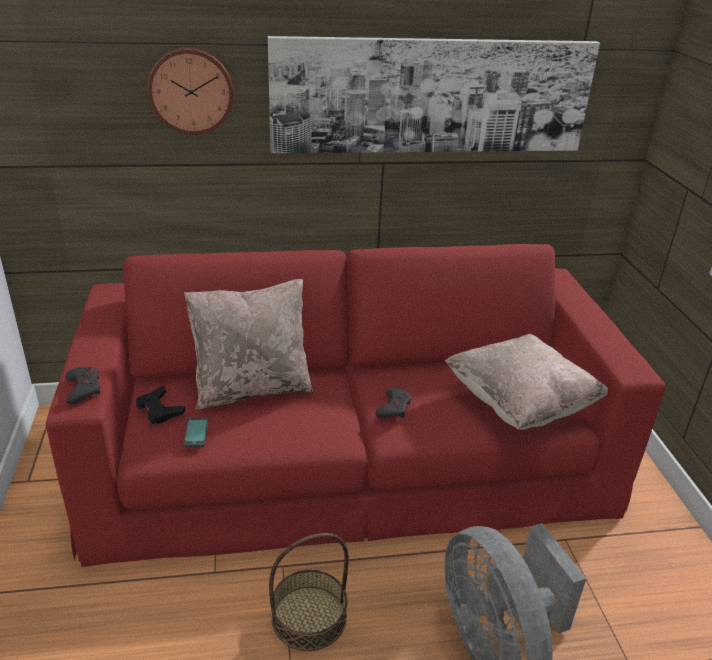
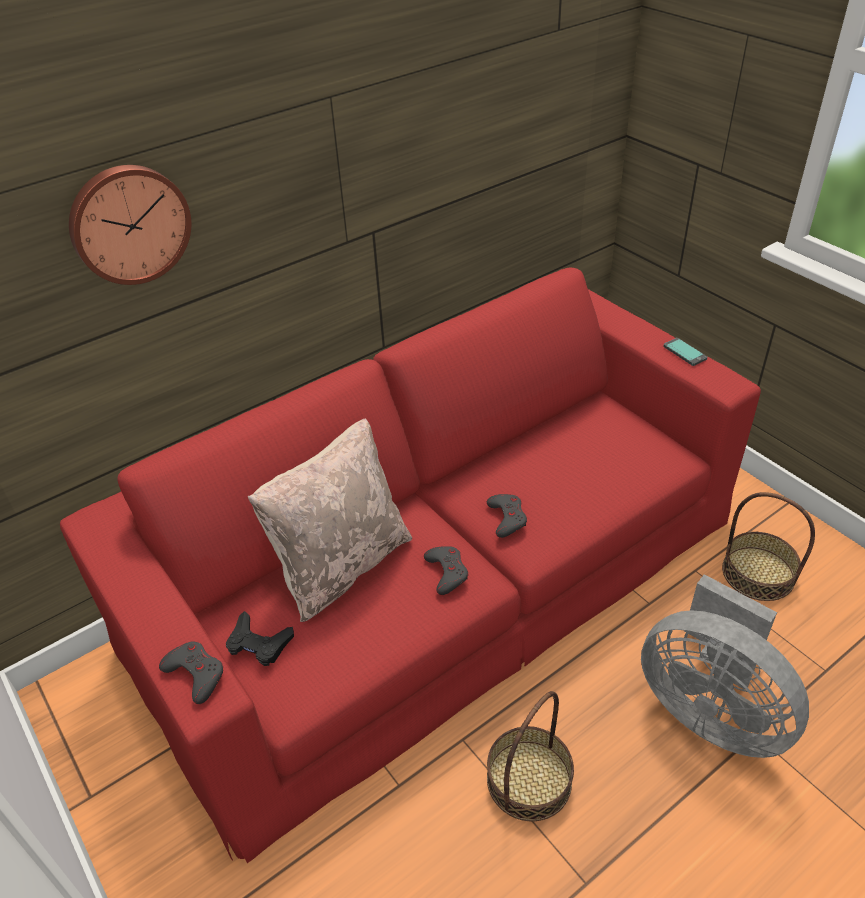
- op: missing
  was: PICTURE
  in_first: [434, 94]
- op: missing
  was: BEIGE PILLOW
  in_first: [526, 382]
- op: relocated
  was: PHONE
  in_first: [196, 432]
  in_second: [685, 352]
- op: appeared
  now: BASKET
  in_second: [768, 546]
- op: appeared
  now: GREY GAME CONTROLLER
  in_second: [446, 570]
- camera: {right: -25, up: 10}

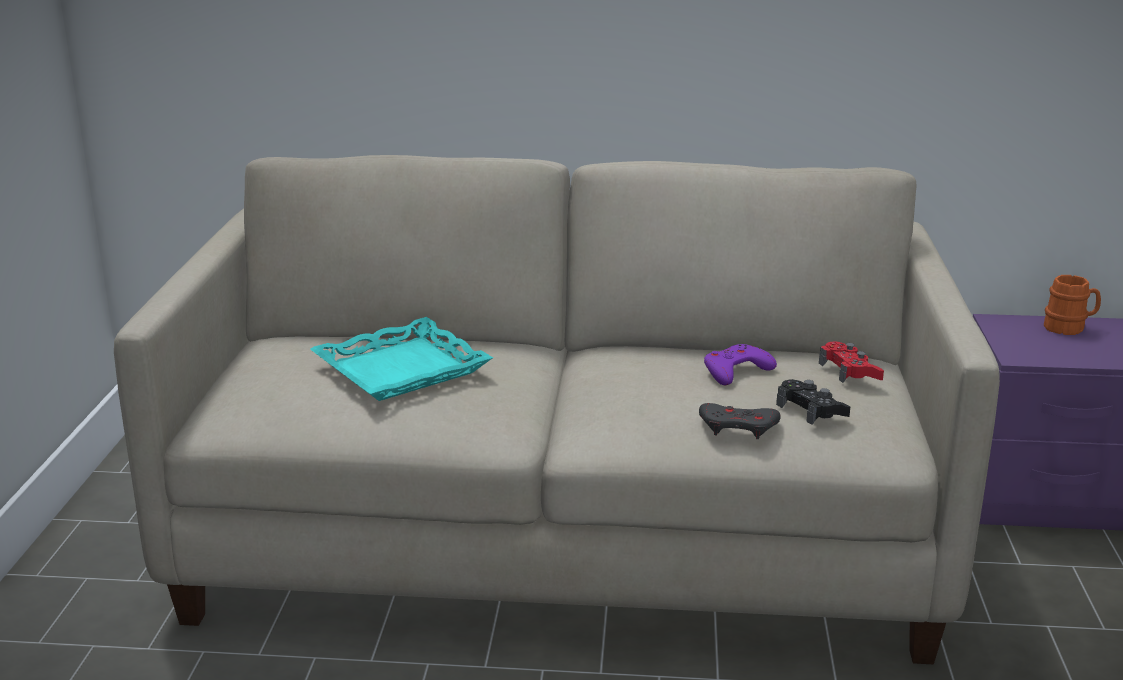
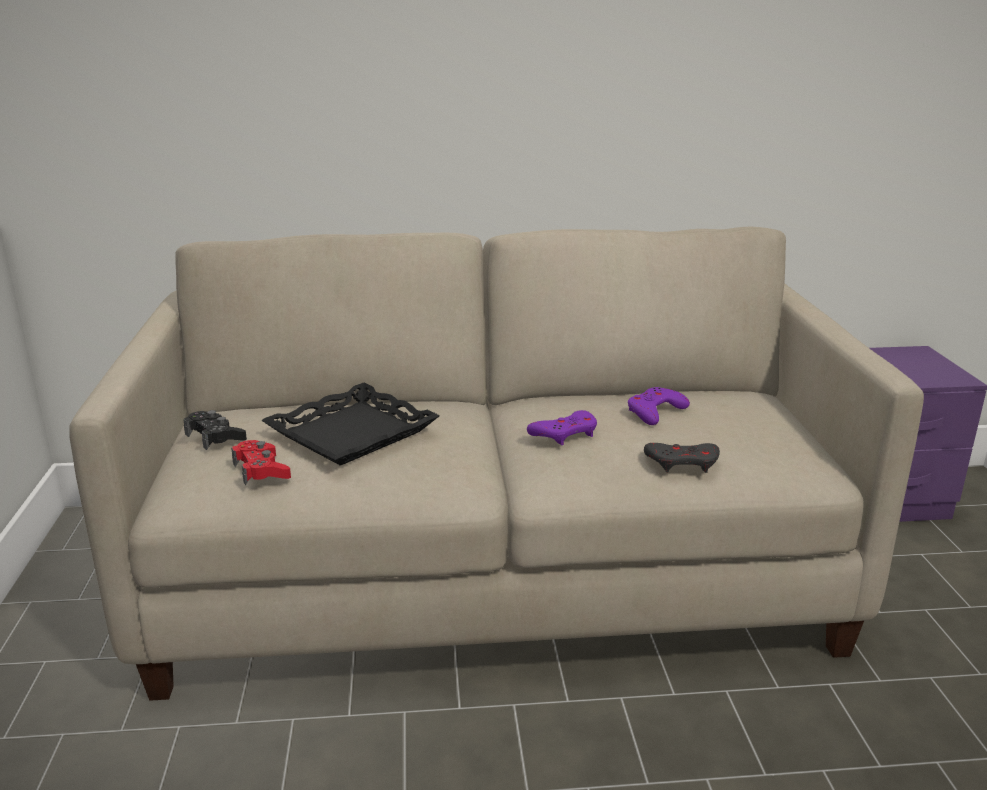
- op: missing
  was: ORANGE MUG
  in_first: [1072, 305]
- op: colour
  was: TURQUOISE TRAY
  now: BLACK TRAY
  in_first: [401, 359]
  in_second: [350, 424]
- op: relocated
  was: RED GAME CONTROLLER
  in_first: [851, 362]
  in_second: [261, 462]
- op: relocated
  was: BLACK GAME CONTROLLER
  in_first: [813, 402]
  in_second: [215, 430]
- op: appeared
  now: PURPLE GAME CONTROLLER
  in_second: [562, 427]
- camera: {right: -10, up: 0}

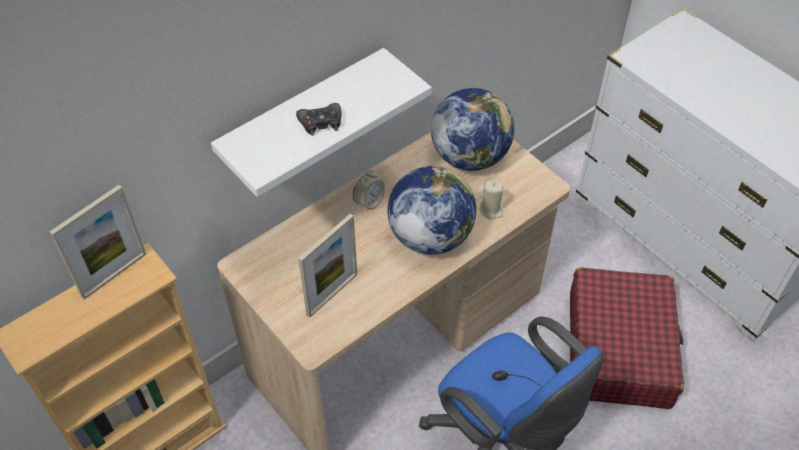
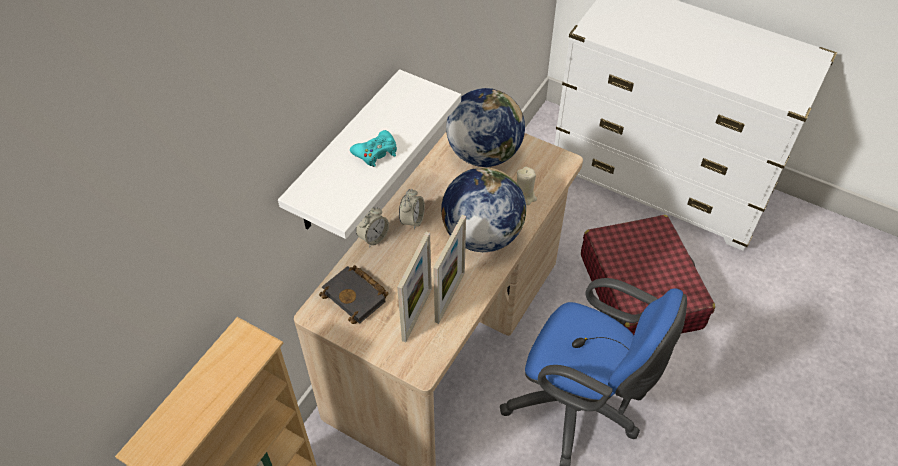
- op: colour
  was: BLACK GAME CONTROLLER
  now: TURQUOISE GAME CONTROLLER
  in_first: [318, 119]
  in_second: [373, 148]
- op: relocated
  was: PICTURE FRAME
  in_first: [97, 242]
  in_second: [449, 269]
- op: appeared
  now: ALARM CLOCK
  in_second: [372, 226]
- op: appeared
  now: BLACK BOOK
  in_second: [353, 294]
- camera: {right: -20, up: 0}

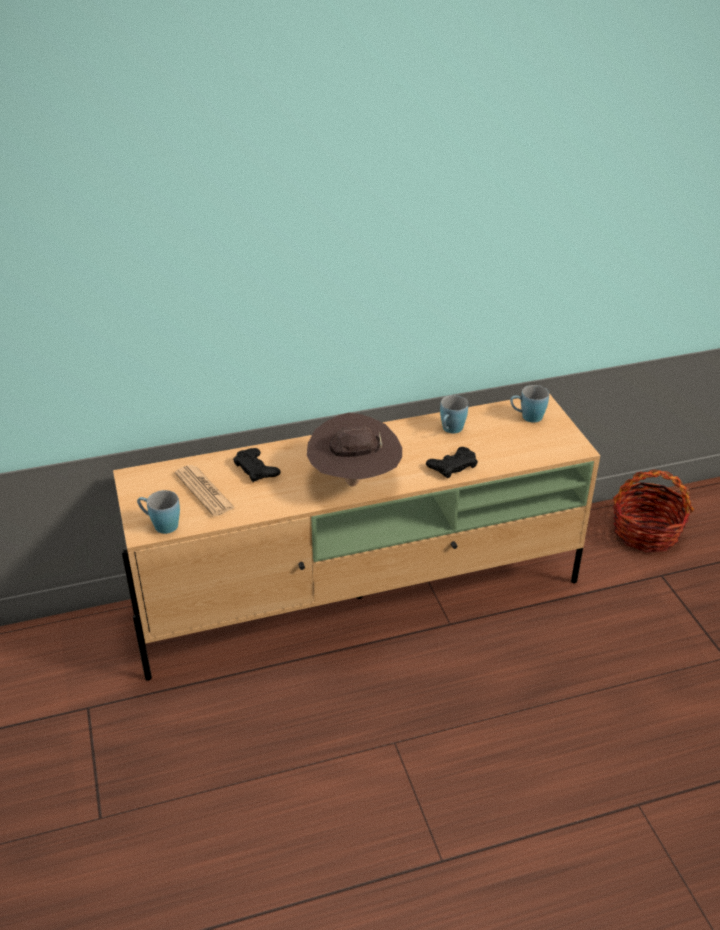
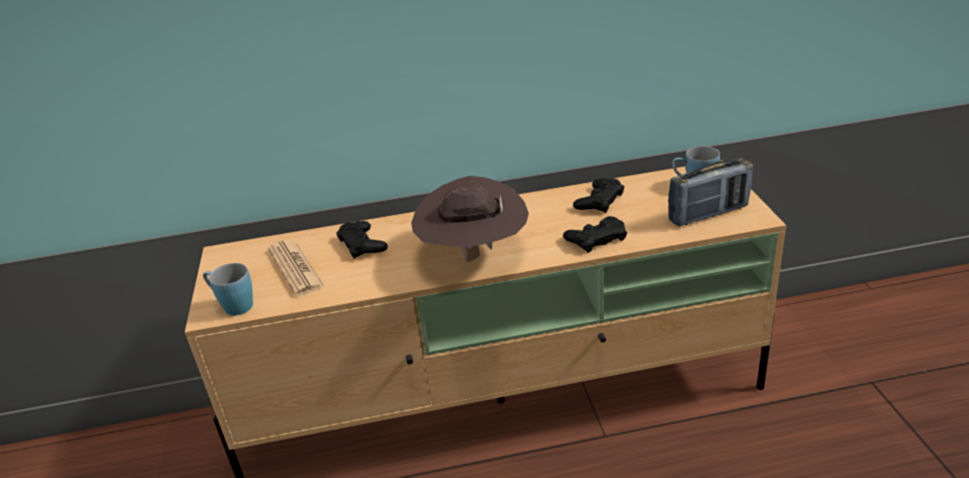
- op: exchanged
  was: BLUE MUG
  now: BLACK GAME CONTROLLER
  in_first: [454, 414]
  in_second: [598, 195]
- op: missing
  was: BASKET
  in_first: [653, 510]
- op: appeared
  now: RADIO
  in_second: [710, 192]
- camera: {right: 10, up: -5}

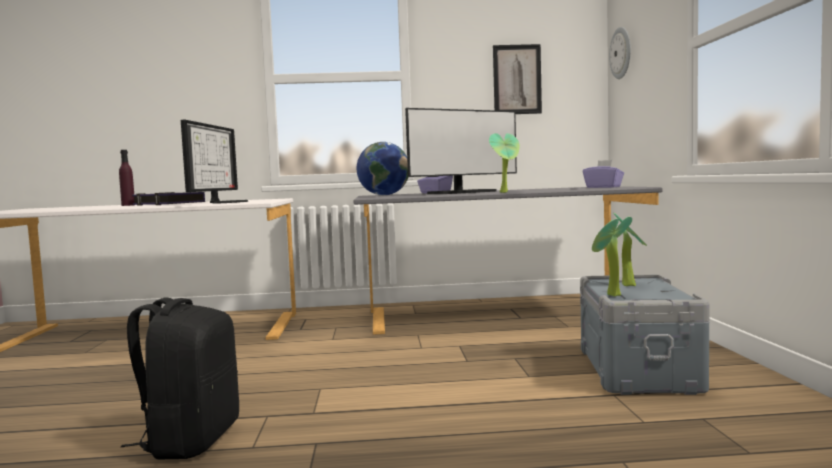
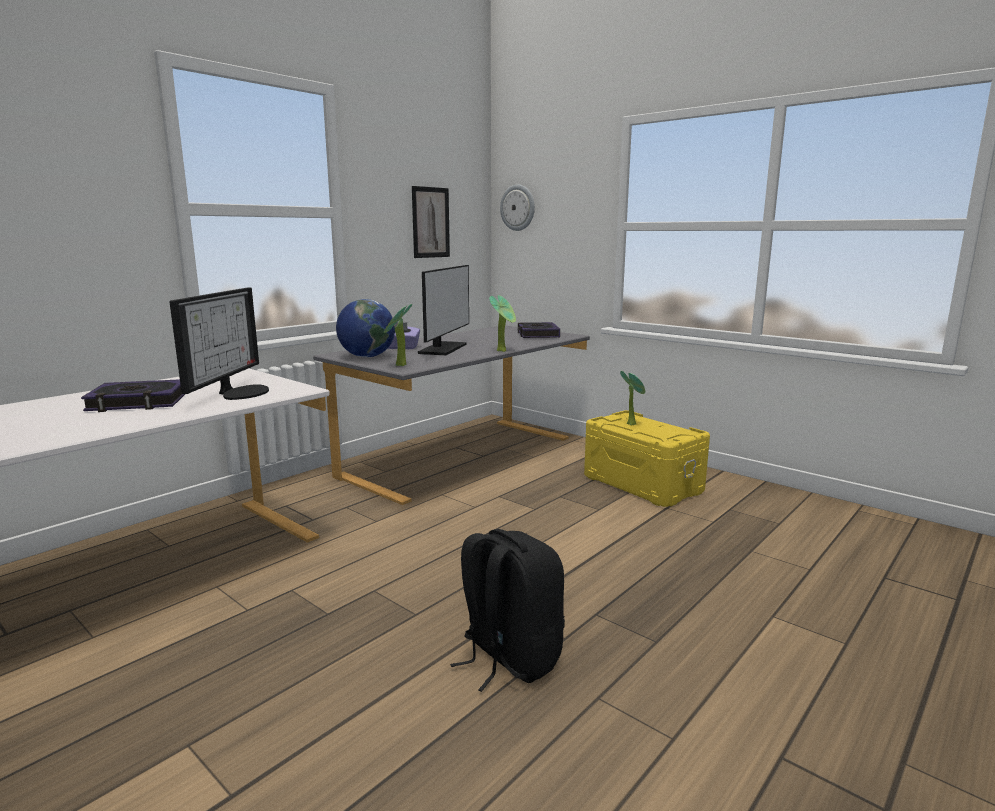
- op: spun
  was: MONITOR
  in_first: [214, 162]
  in_second: [219, 344]
  clockwise: 45
- op: missing
  was: PURPLE BOTTLE
  in_first: [127, 178]
- op: exchanged
  was: PURPLE TISSUE BOX
  now: BOOK
  in_first: [603, 174]
  in_second: [539, 330]
- op: relocated
  was: POTTED PLANT
  in_first: [612, 256]
  in_second: [398, 335]
- op: colour
  was: GREY STORAGE BOX
  now: YELLOW STORAGE BOX
  in_first: [645, 335]
  in_second: [647, 458]
- camera: {right: -45, up: 10}

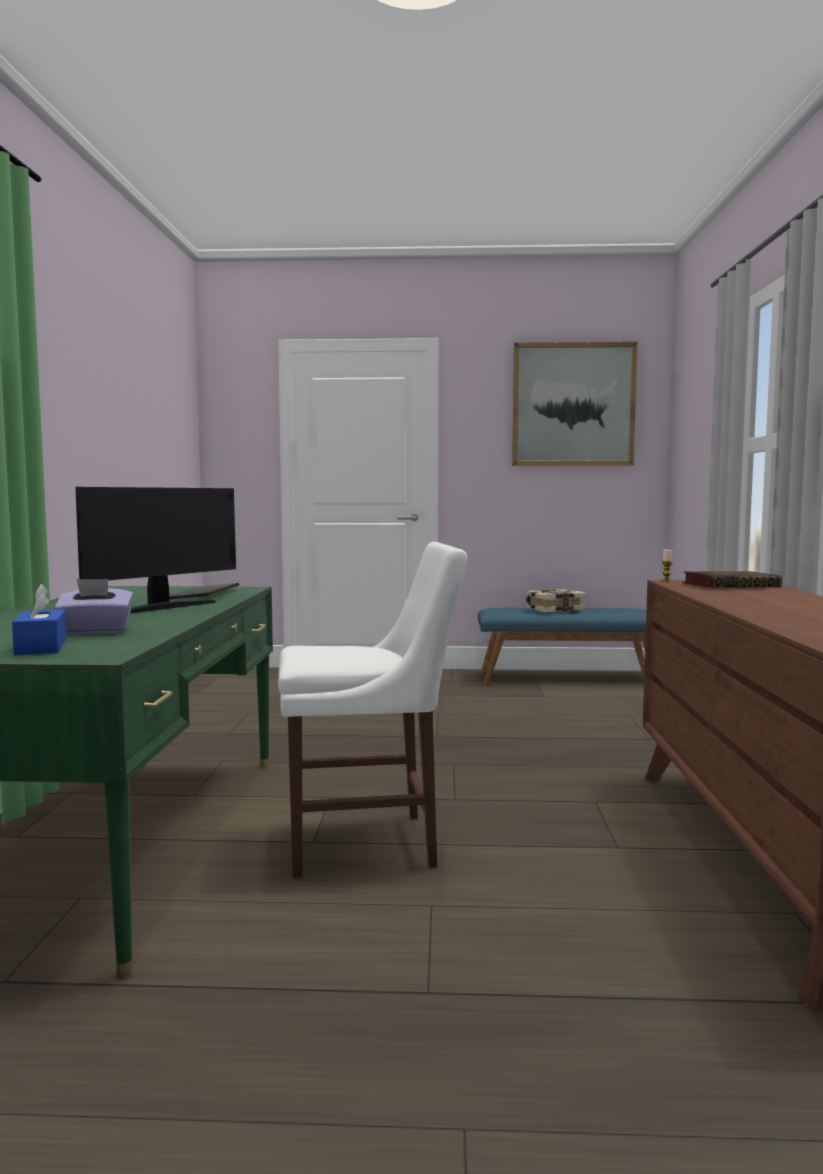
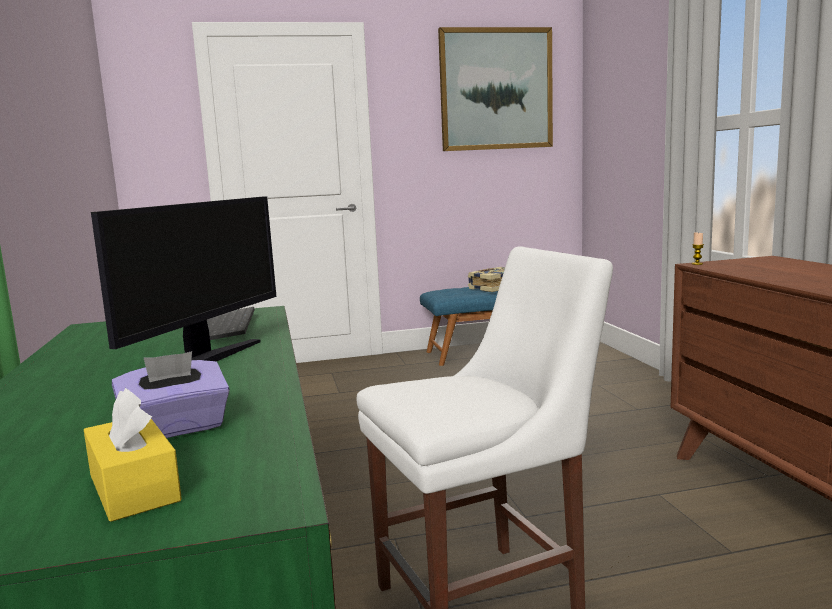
- op: missing
  was: BOOK
  in_first: [732, 579]
- op: colour
  was: BLUE TISSUE BOX
  now: YELLOW TISSUE BOX
  in_first: [39, 619]
  in_second: [133, 455]
- camera: {right: -15, up: 5}

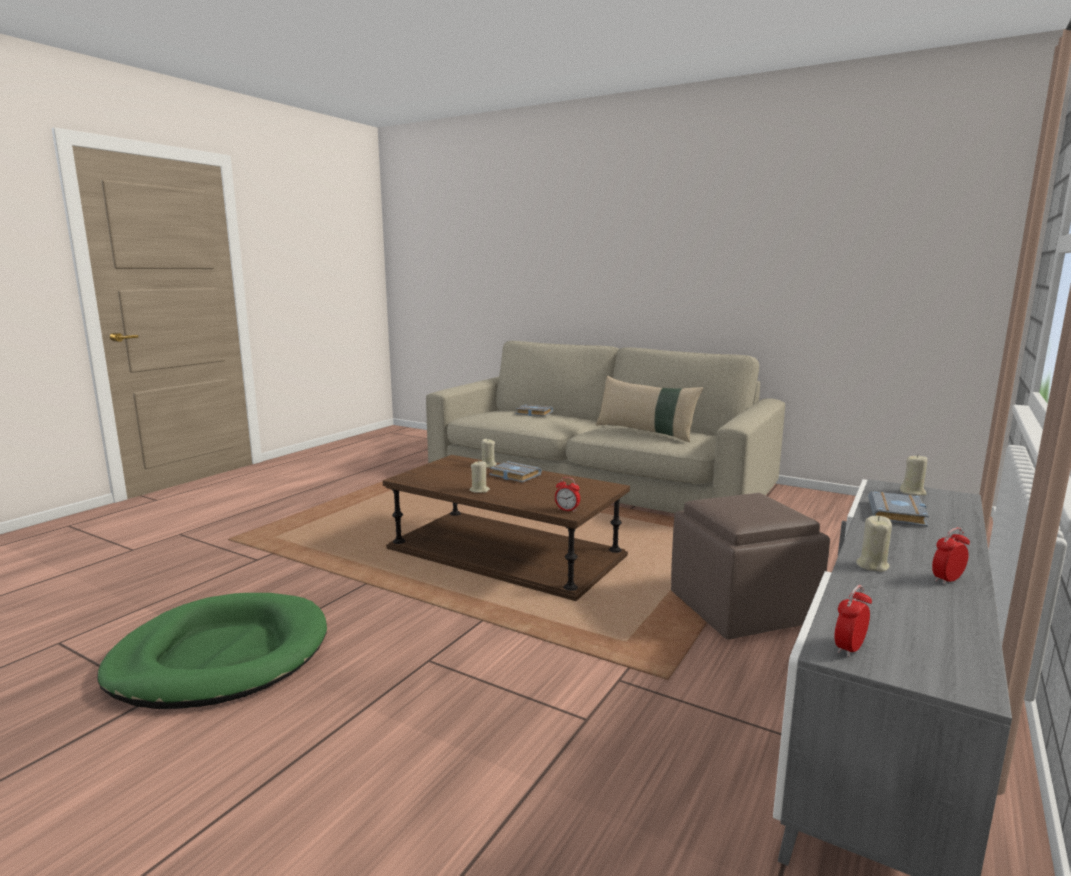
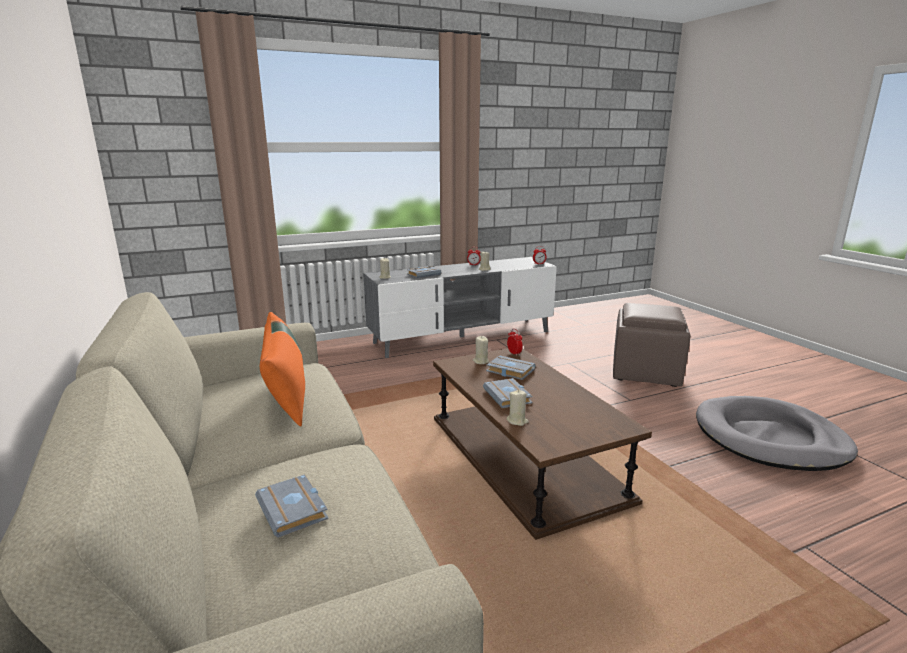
- op: colour
  was: BEIGE PILLOW
  now: ORANGE PILLOW
  in_first: [649, 409]
  in_second: [282, 369]
- op: relocated
  was: BEIGE CANDLE
  in_first: [480, 477]
  in_second: [481, 350]
- op: relocated
  was: BROWN OTTOMAN
  in_first: [750, 566]
  in_second: [651, 345]
- op: colour
  was: GREEN DOG BED
  now: GREY DOG BED
  in_first: [212, 651]
  in_second: [777, 433]
- op: appeared
  now: GREY BOOK
  in_second: [511, 367]
- camera: {right: -145, up: 5}

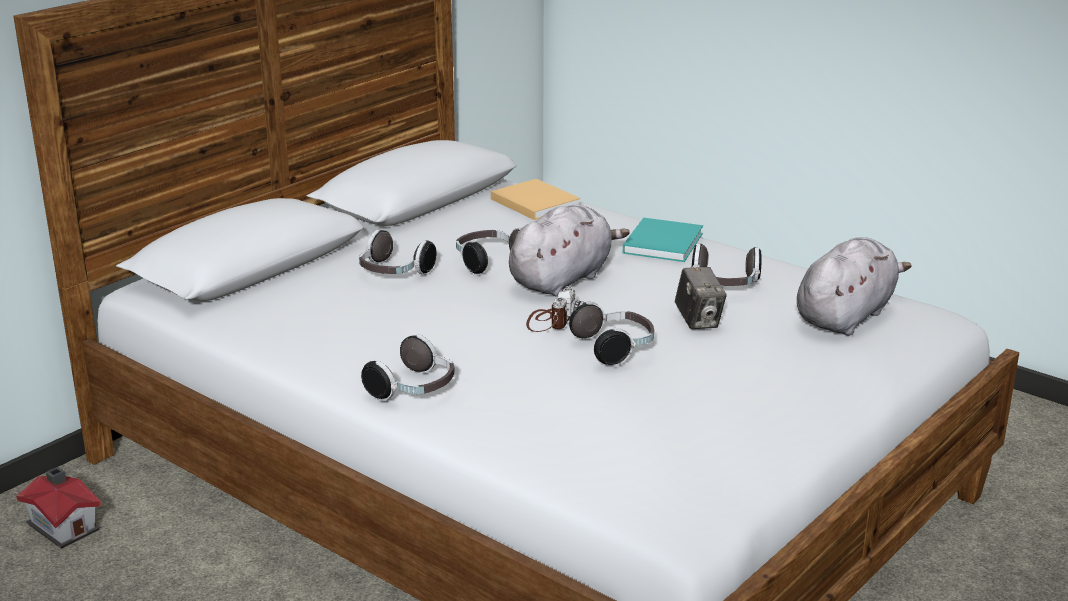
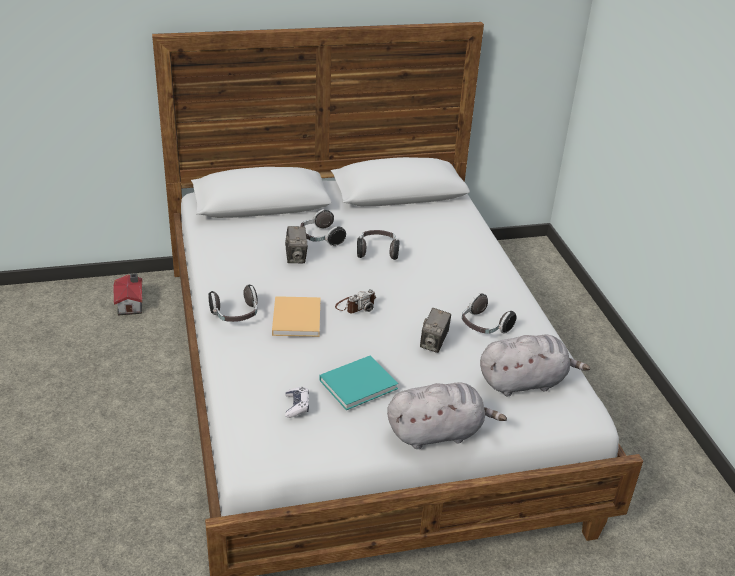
- op: relocated
  was: BEIGE BOOK
  in_first: [535, 199]
  in_second: [296, 316]
- op: relocated
  was: GREY PLUSH TOY
  in_first: [569, 251]
  in_second: [447, 415]
- op: relocated
  was: TURQUOISE BOOK
  in_first: [663, 240]
  in_second: [358, 382]
- op: missing
  was: HEADPHONES
  in_first: [611, 334]
- op: appeared
  now: PHOTO CAMERA
  in_second: [296, 244]
- op: appeared
  now: GAME CONTROLLER
  in_second: [297, 402]
- camera: {right: 35, up: 10}

